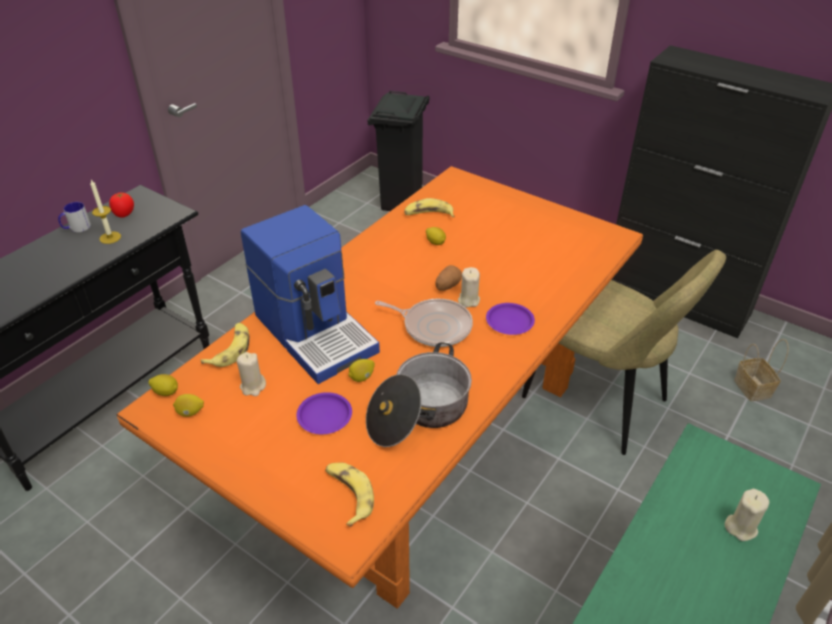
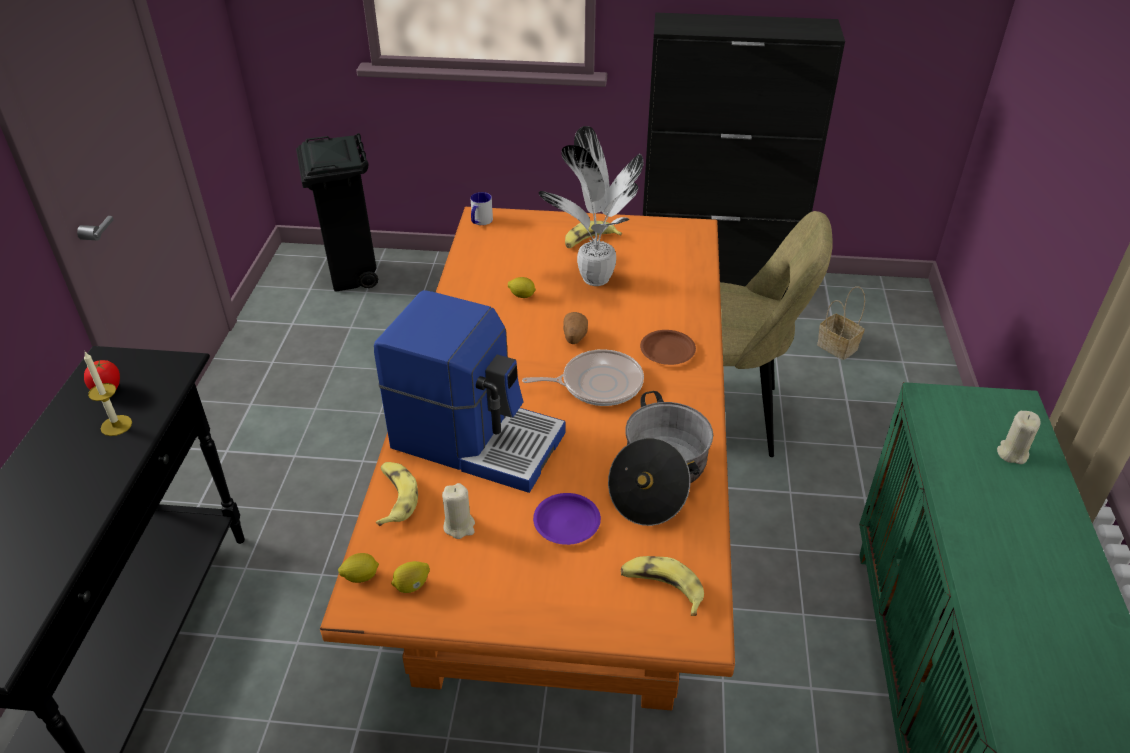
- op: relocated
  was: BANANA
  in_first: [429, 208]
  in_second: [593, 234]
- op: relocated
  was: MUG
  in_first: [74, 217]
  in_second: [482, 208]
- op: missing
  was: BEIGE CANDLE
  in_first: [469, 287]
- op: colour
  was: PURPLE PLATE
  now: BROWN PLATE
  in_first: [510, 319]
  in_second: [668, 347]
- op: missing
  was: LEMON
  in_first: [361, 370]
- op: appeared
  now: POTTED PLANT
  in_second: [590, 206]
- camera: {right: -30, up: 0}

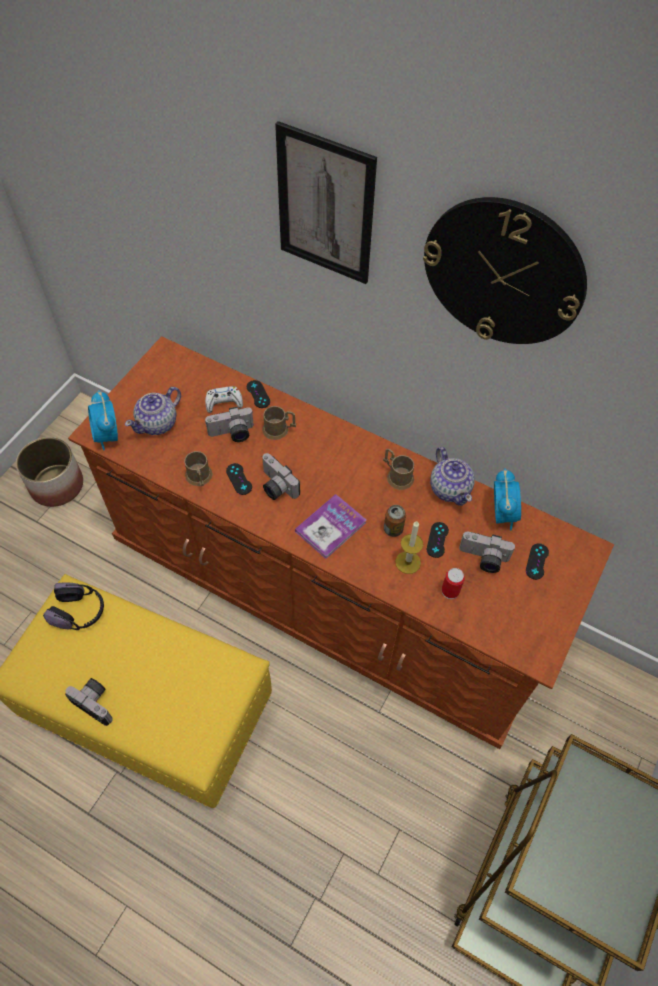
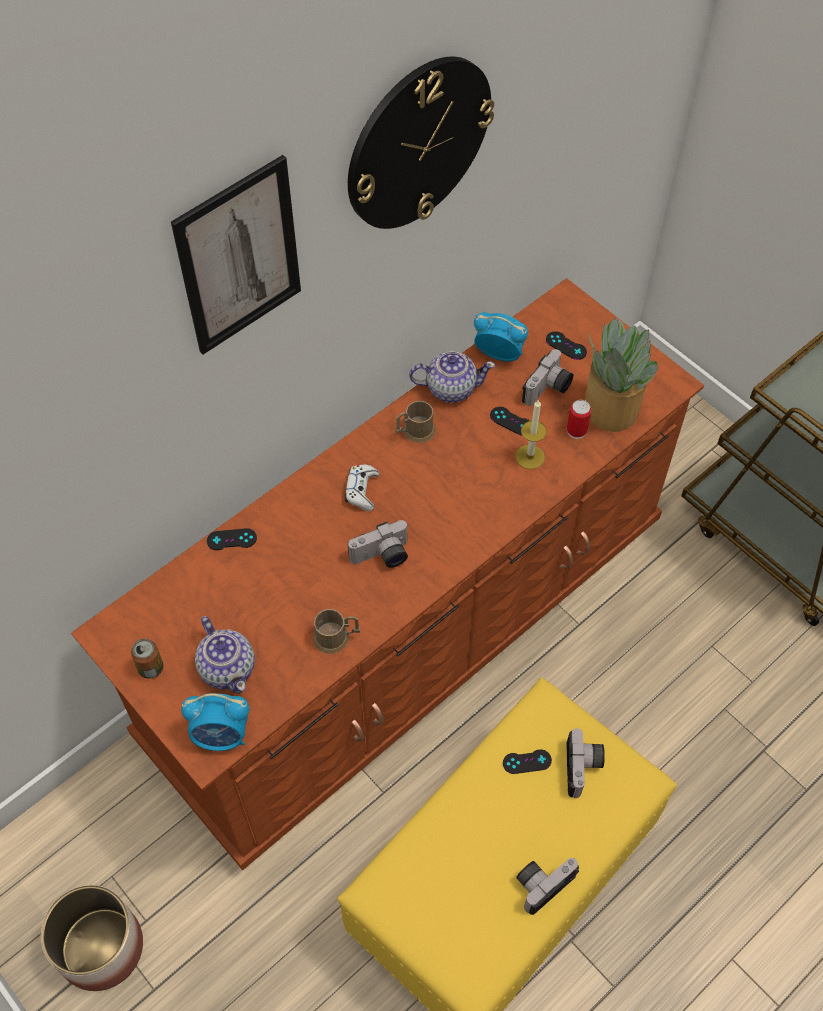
- op: relocated
  was: WHITE GAME CONTROLLER
  in_first: [224, 399]
  in_second: [362, 487]
- op: missing
  was: BROWN MUG
  in_first: [279, 423]
- op: relocated
  was: PHOTO CAMERA
  in_first: [229, 424]
  in_second: [585, 763]
- op: relocated
  was: BLACK GAME CONTROLLER
  in_first: [239, 479]
  in_second: [527, 761]
- op: missing
  was: BOOK
  in_first: [330, 526]
- op: relocated
  was: CAN
  in_first: [395, 521]
  in_second: [147, 659]
- op: missing
  was: HEADPHONES
  in_first: [73, 606]
- op: appeared
  now: POTTED PLANT
  in_second: [621, 375]
- camera: {right: -70, up: 0}

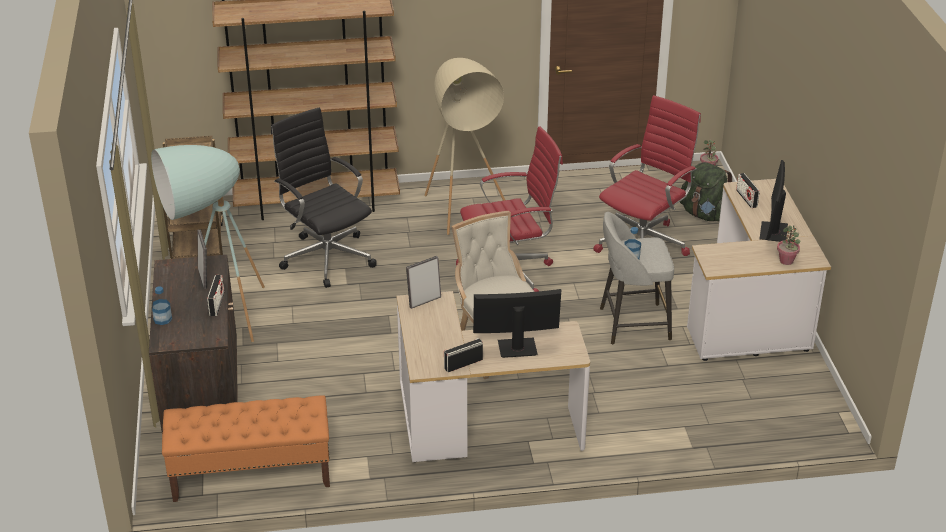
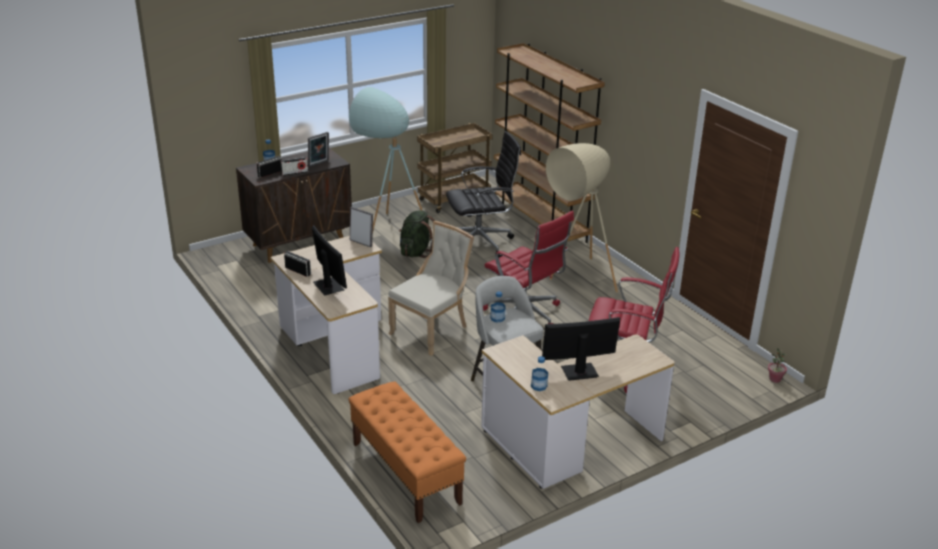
- op: spun
  was: BLACK OFFICE CHAIR
  in_first: [324, 197]
  in_second: [483, 194]
  clockwise: 45
- op: relocated
  was: GREEN BACKPACK
  in_first: [706, 191]
  in_second: [417, 234]
- op: relocated
  was: RADIO
  in_first: [748, 190]
  in_second: [269, 167]
- op: exchanged
  was: POTTED PLANT
  now: BOTTLE
  in_first: [789, 245]
  in_second: [539, 373]
- op: relocated
  was: ORANGE BENCH
  in_first: [246, 448]
  in_second: [407, 452]
- camera: {right: 65, up: -5}

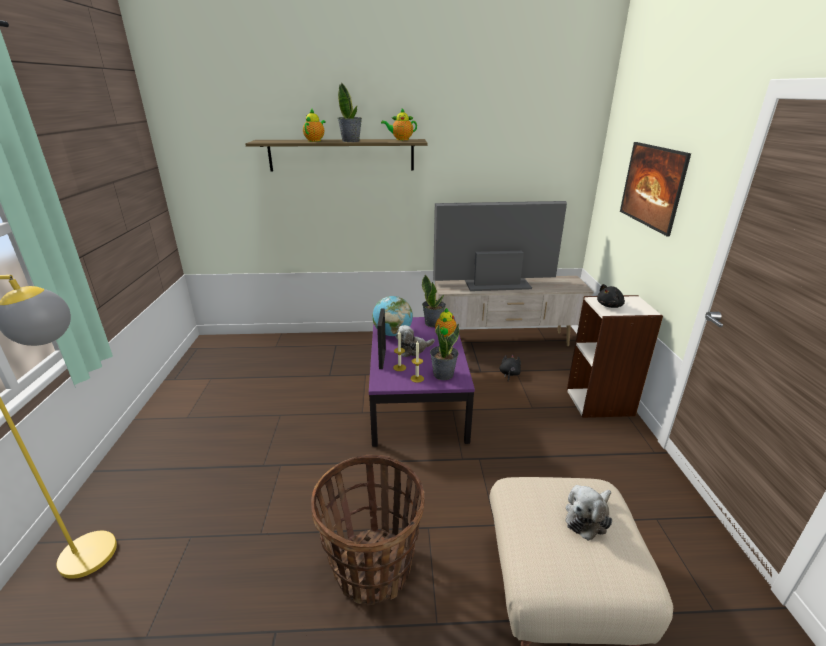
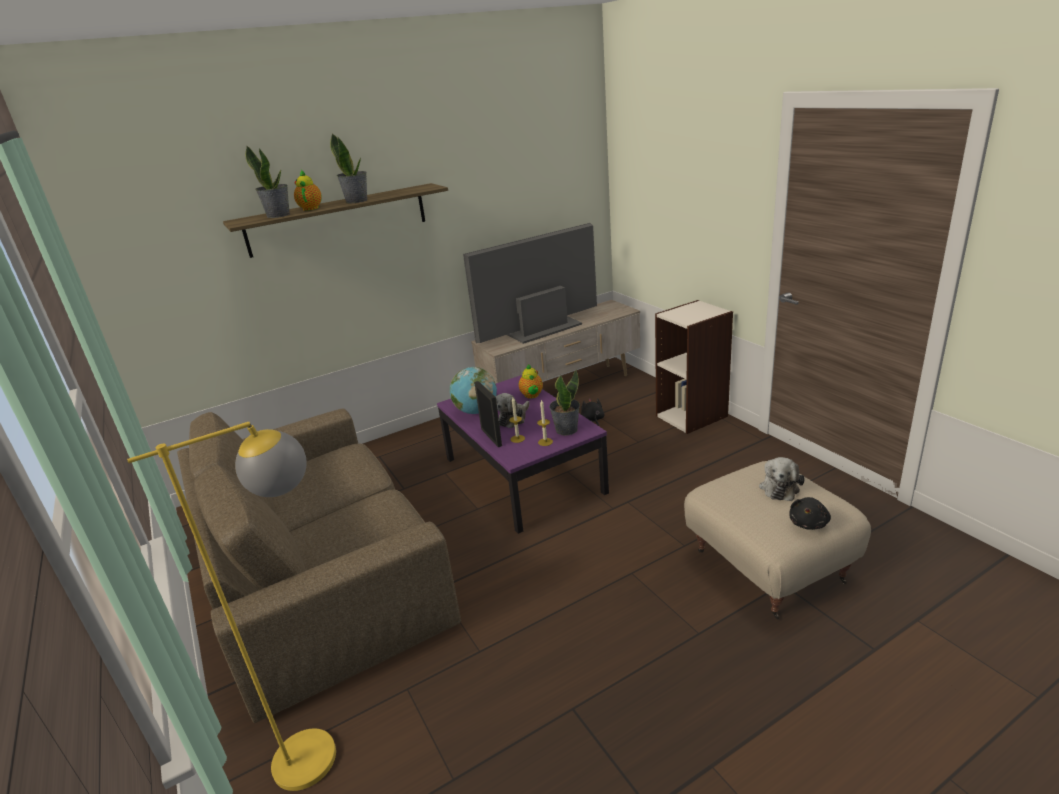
- op: missing
  was: TEAPOT
  in_first: [399, 124]
- op: missing
  was: PICTURE
  in_first: [655, 189]
- op: relocated
  was: POTTED PLANT
  in_first: [434, 301]
  in_second: [267, 181]
- op: relocated
  was: BLACK PLUSH TOY
  in_first: [611, 296]
  in_second: [810, 513]
- op: missing
  was: BASKET
  in_first: [368, 530]
- op: appeared
  now: BROWN SOFA
  in_second: [319, 565]
- camera: {right: -25, up: 0}

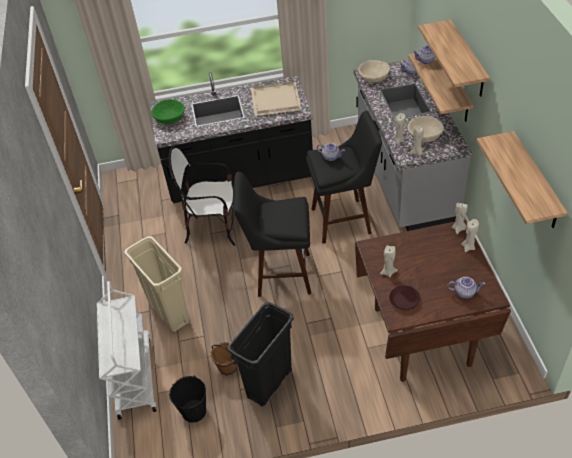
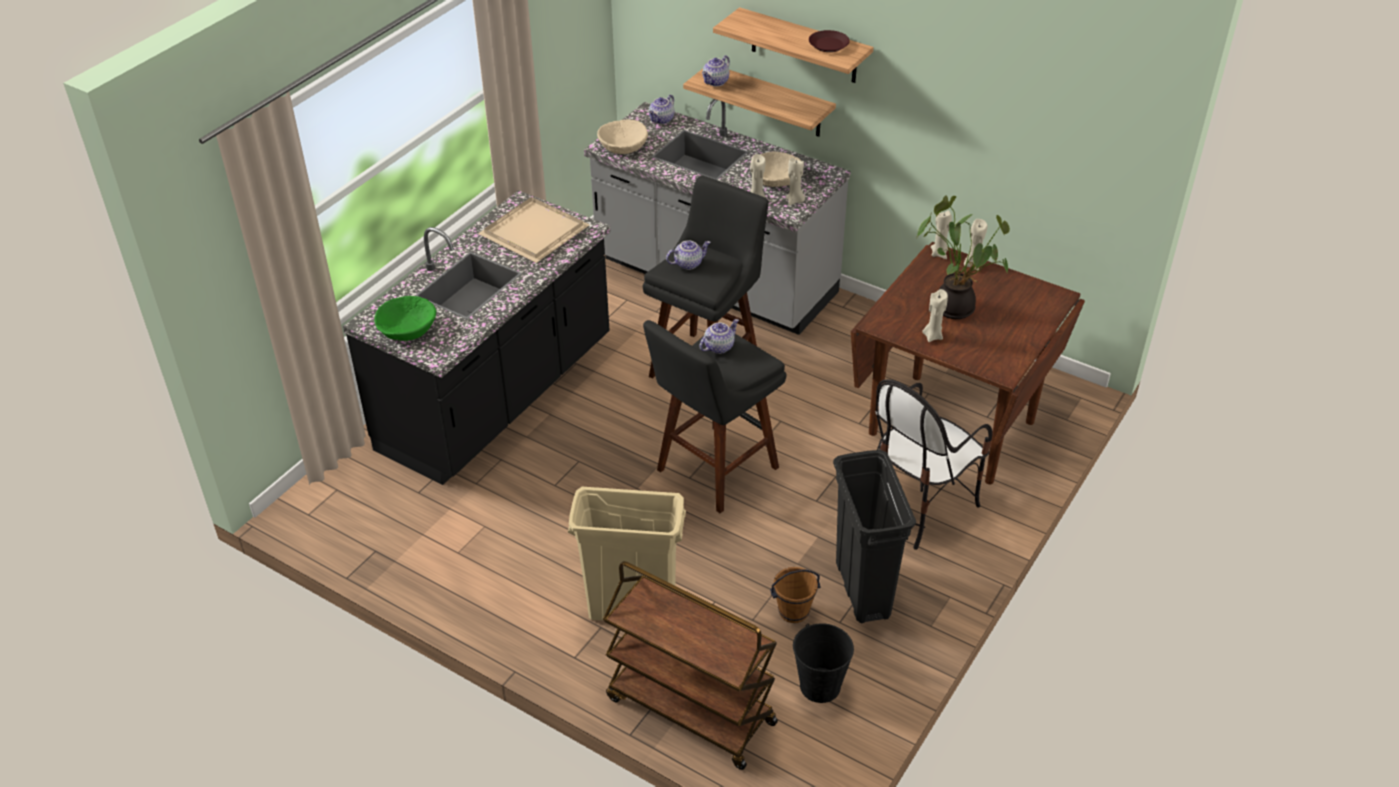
- op: missing
  was: SHELF
  in_first: [522, 179]
- op: relocated
  was: CHAIR
  in_first: [202, 195]
  in_second: [934, 464]
- op: relocated
  was: TEAPOT
  in_first: [466, 288]
  in_second: [719, 336]
- op: colour
  was: WHITE CART
  now: BROWN CART
  in_first: [127, 350]
  in_second: [690, 665]
- op: relocated
  was: BROWN PLATE
  in_first: [404, 298]
  in_second: [829, 41]
- op: appeared
  now: POTTED PLANT
  in_second: [963, 257]
- camera: {right: -50, up: -5}

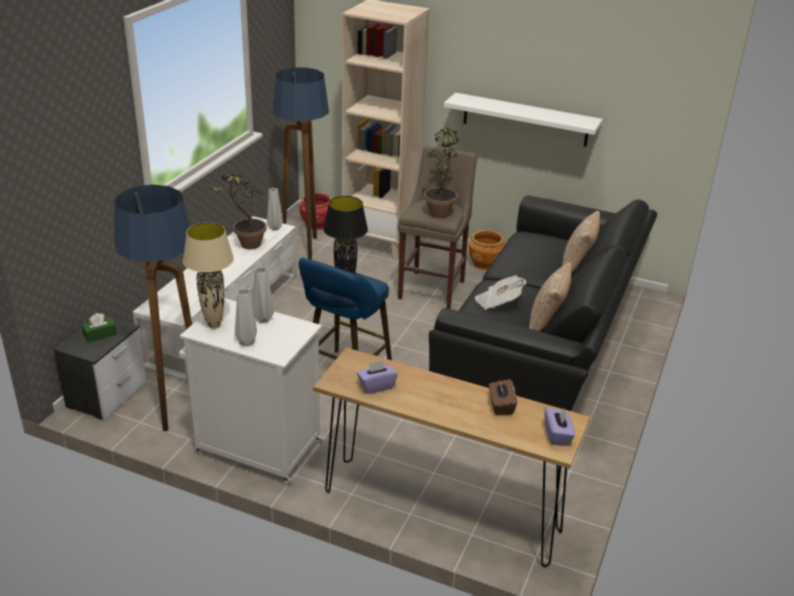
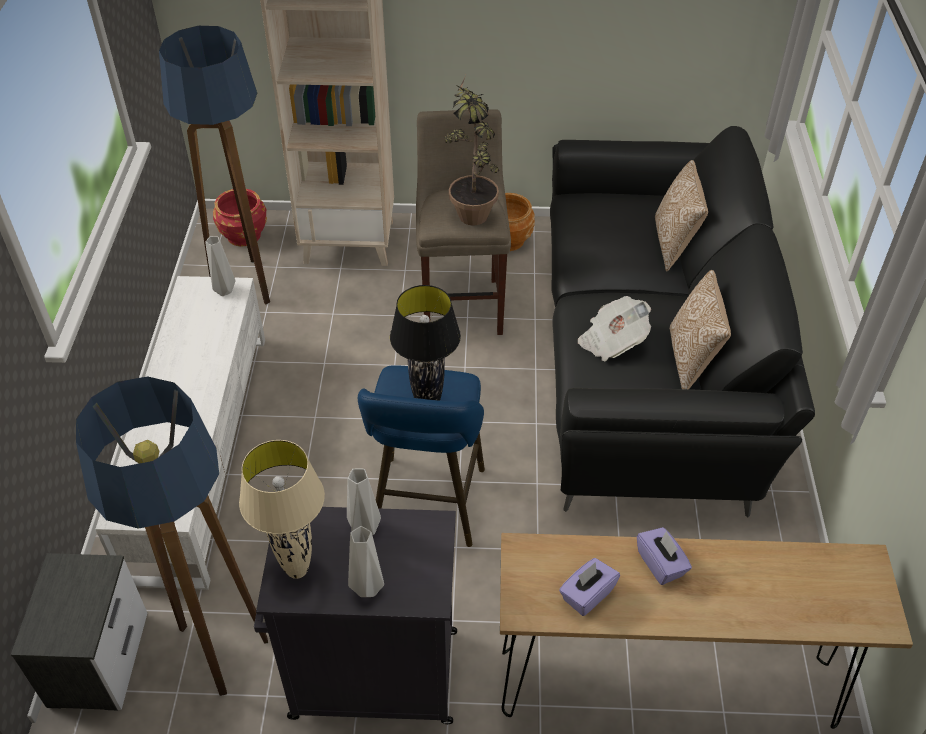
- op: missing
  was: WHITE SHELF
  in_first: [523, 120]
- op: missing
  was: POTTED PLANT
  in_first: [236, 211]
- op: colour
  was: WHITE CABINET
  now: BLACK CABINET
  in_first: [251, 391]
  in_second: [355, 615]
- op: missing
  was: GREEN TISSUE BOX
  in_first: [99, 327]
- op: missing
  was: BROWN TISSUE BOX
  in_first: [503, 397]
- op: relocated
  was: PURPLE TISSUE BOX
  in_first: [559, 426]
  in_second: [664, 556]
- camera: {right: -20, up: 15}

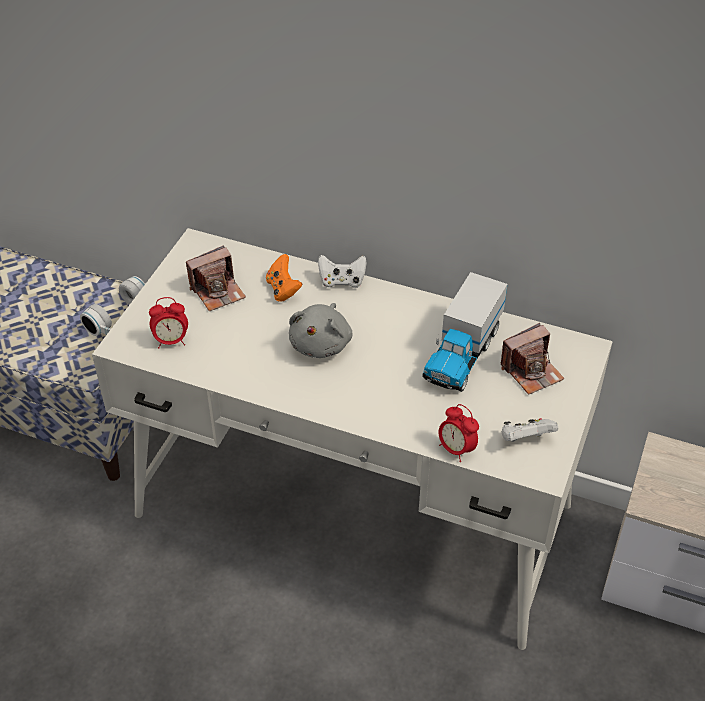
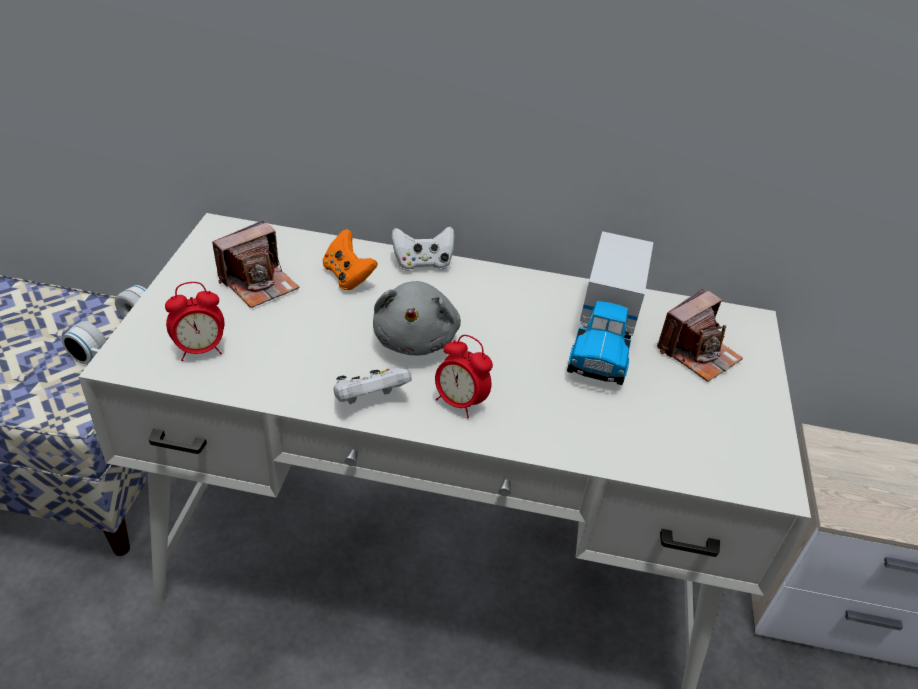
- op: relocated
  was: ALARM CLOCK
  in_first: [459, 433]
  in_second: [464, 376]
- op: relocated
  was: WHITE GAME CONTROLLER
  in_first: [530, 430]
  in_second: [373, 386]
- camera: {right: -15, up: -5}

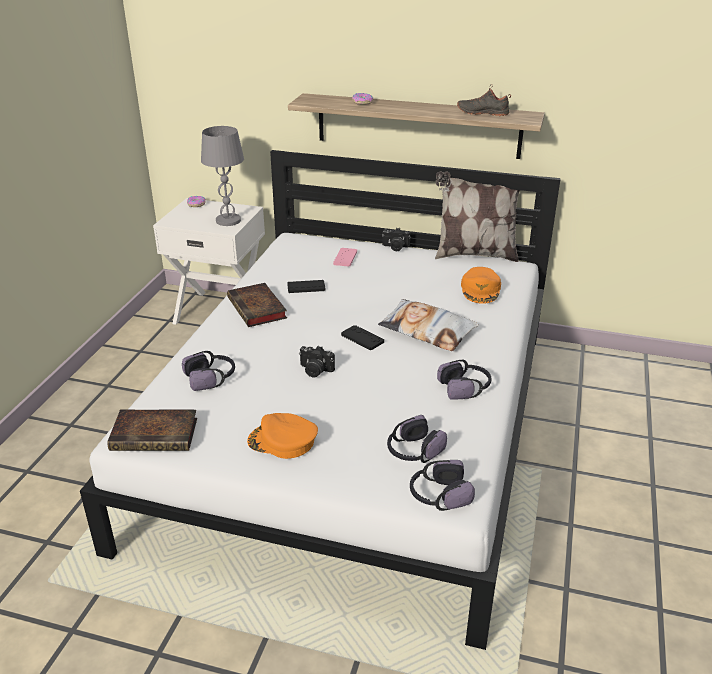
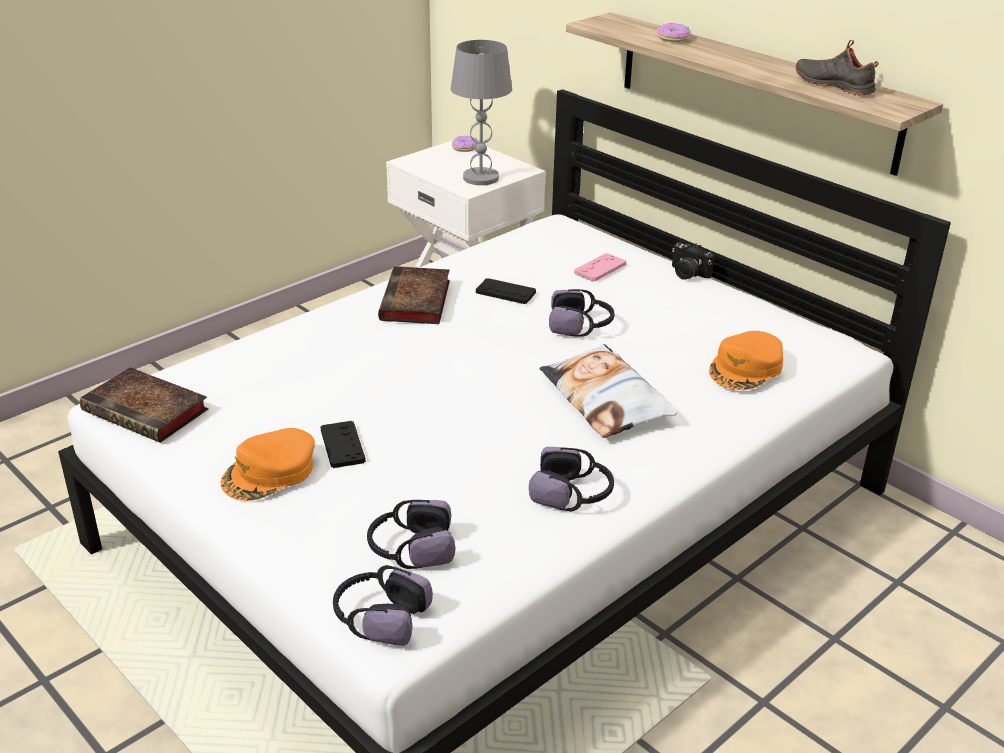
- op: missing
  was: PILLOW
  in_first: [477, 216]
- op: relocated
  was: BLACK GAME CONTROLLER
  in_first: [362, 337]
  in_second: [343, 444]
- op: missing
  was: PHOTO CAMERA
  in_first: [317, 361]
- op: relocated
  was: HEADPHONES
  in_first: [208, 371]
  in_second: [581, 313]
- op: spun
  was: ORANGE CAP
  in_first: [282, 436]
  in_second: [267, 464]
  clockwise: -90
- camera: {right: 30, up: 0}

